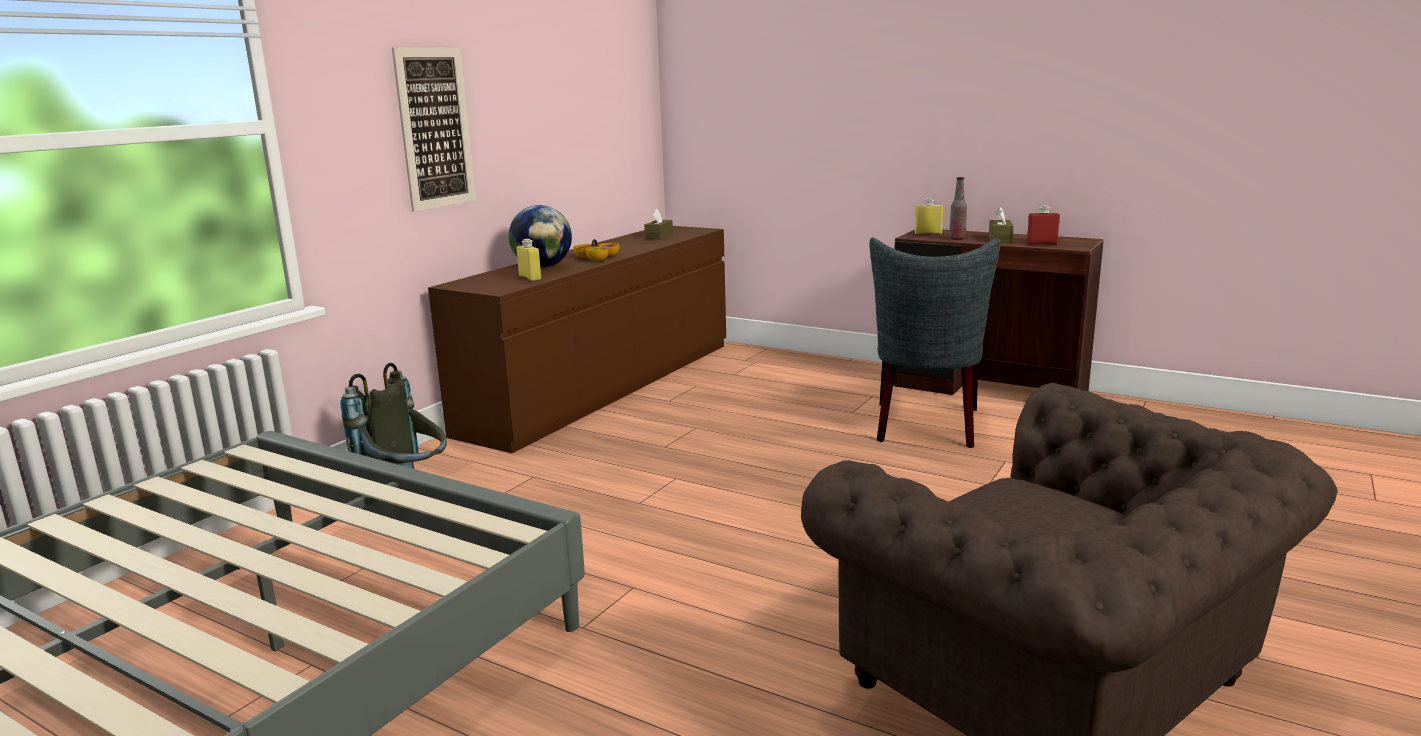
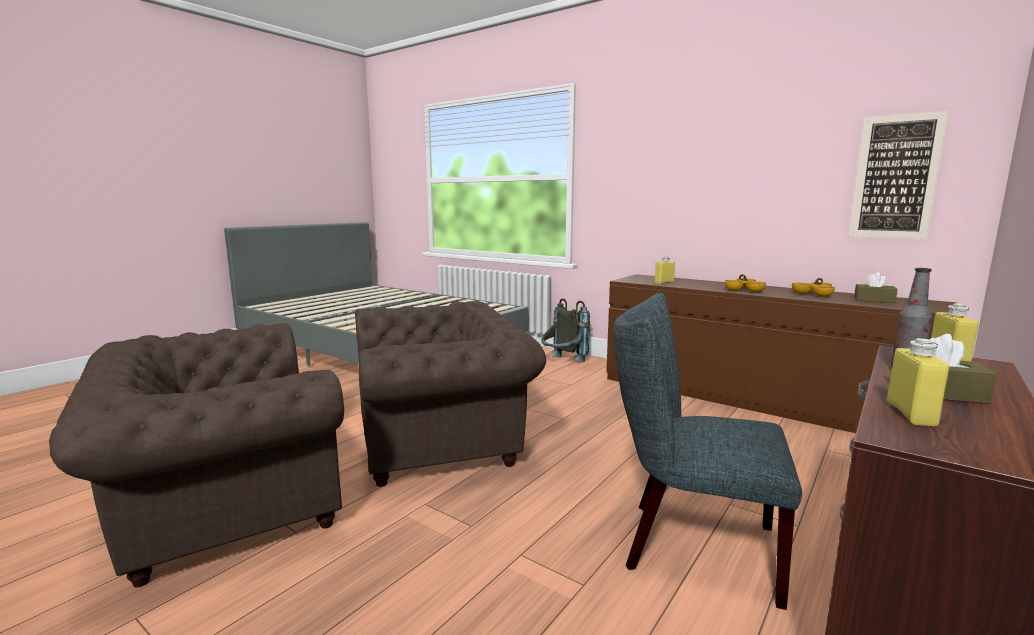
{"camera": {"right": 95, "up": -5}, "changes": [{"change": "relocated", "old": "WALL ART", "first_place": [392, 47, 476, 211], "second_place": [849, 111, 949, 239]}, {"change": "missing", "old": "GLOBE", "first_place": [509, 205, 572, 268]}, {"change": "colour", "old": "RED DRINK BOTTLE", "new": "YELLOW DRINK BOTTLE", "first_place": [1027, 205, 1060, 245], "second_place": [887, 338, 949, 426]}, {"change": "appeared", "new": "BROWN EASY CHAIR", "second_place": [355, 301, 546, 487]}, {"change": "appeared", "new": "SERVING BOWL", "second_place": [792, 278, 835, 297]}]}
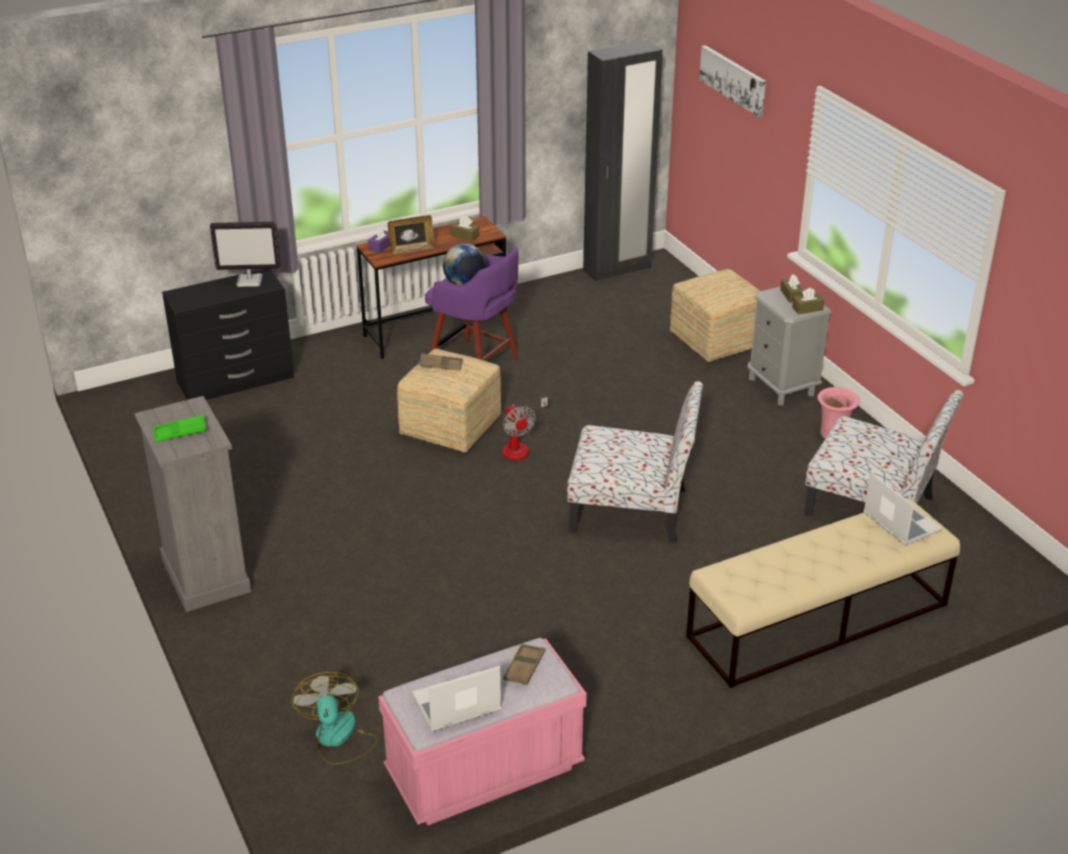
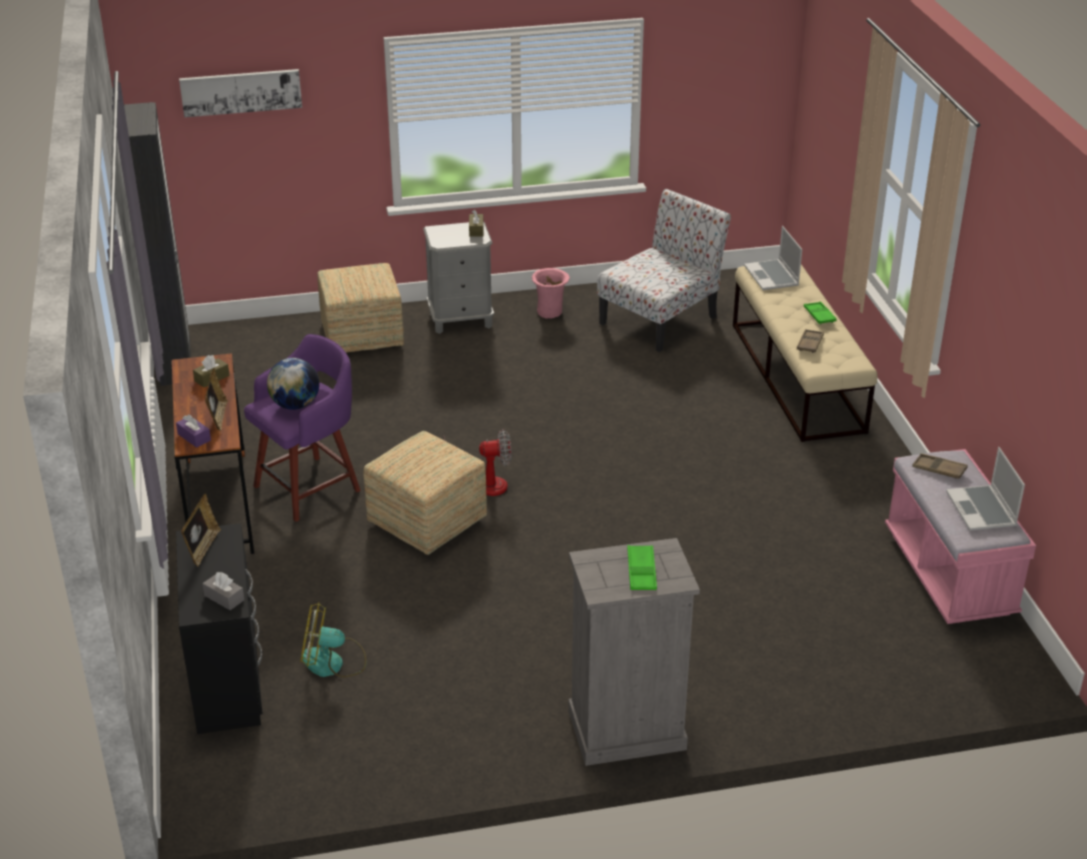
{"camera": {"right": -75, "up": 0}, "changes": [{"change": "exchanged", "old": "COMPUTER SCREEN", "new": "PICTURE FRAME", "first_place": [210, 222, 281, 287], "second_place": [181, 494, 221, 567]}, {"change": "relocated", "old": "COOLING FAN", "first_place": [291, 672, 378, 765], "second_place": [301, 602, 366, 677]}, {"change": "relocated", "old": "BROWN TRAY", "first_place": [419, 353, 463, 370], "second_place": [797, 329, 824, 353]}, {"change": "missing", "old": "CHAIR", "first_place": [567, 381, 703, 543]}, {"change": "missing", "old": "BROWN BOX OF TISSUES", "first_place": [780, 274, 804, 303]}, {"change": "spun", "old": "PORTABLE COMPUTER", "first_place": [864, 472, 942, 546], "second_place": [744, 226, 802, 290], "degrees": -90}, {"change": "appeared", "new": "GREY BOX OF TISSUES", "second_place": [202, 572, 244, 610]}, {"change": "appeared", "new": "GREEN-COLOURED TRAY", "second_place": [804, 301, 836, 324]}]}
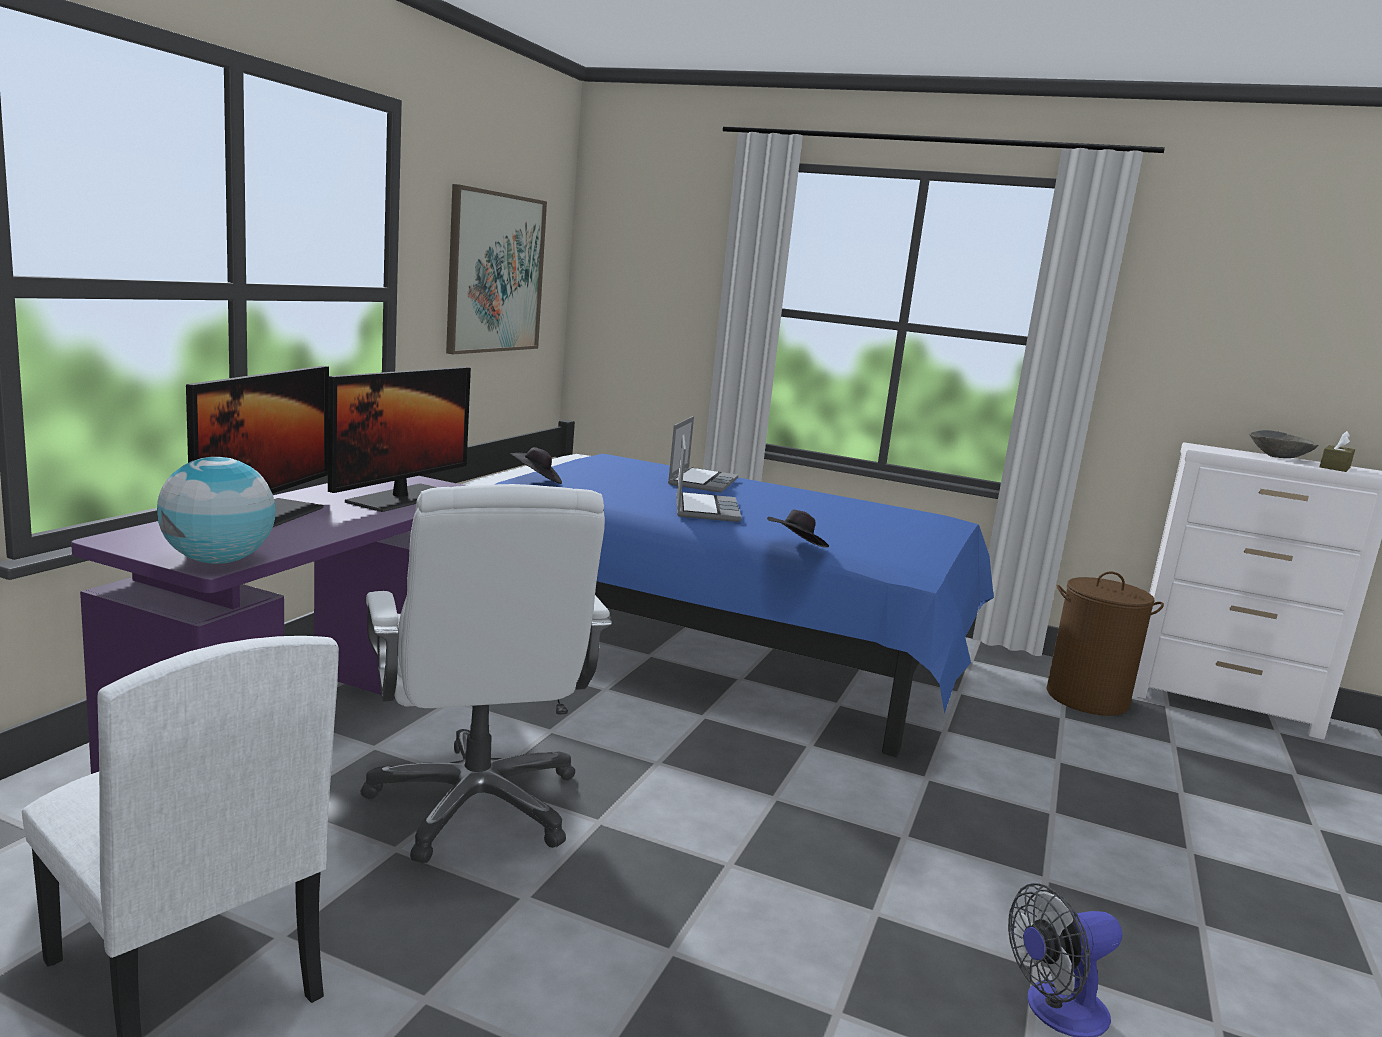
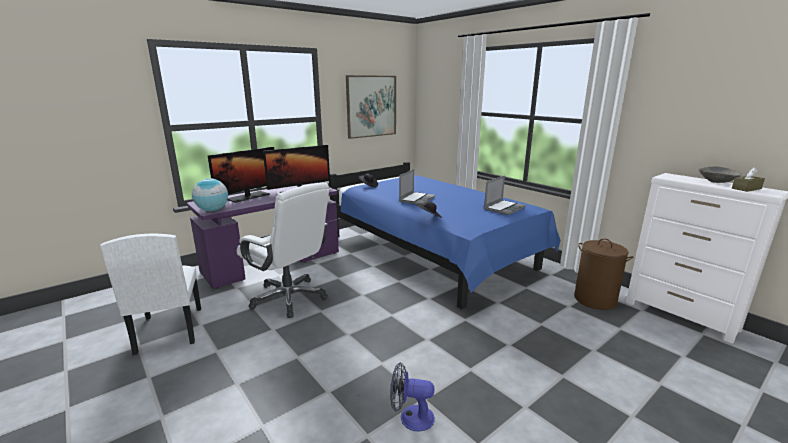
{"camera": {"right": 30, "up": 5}, "changes": [{"change": "spun", "old": "WHITISH OFFICE CHAIR", "first_place": [360, 484, 612, 863], "second_place": [237, 182, 329, 318], "degrees": -60}, {"change": "relocated", "old": "PORTABLE COMPUTER", "first_place": [668, 416, 738, 493], "second_place": [484, 176, 526, 215]}]}
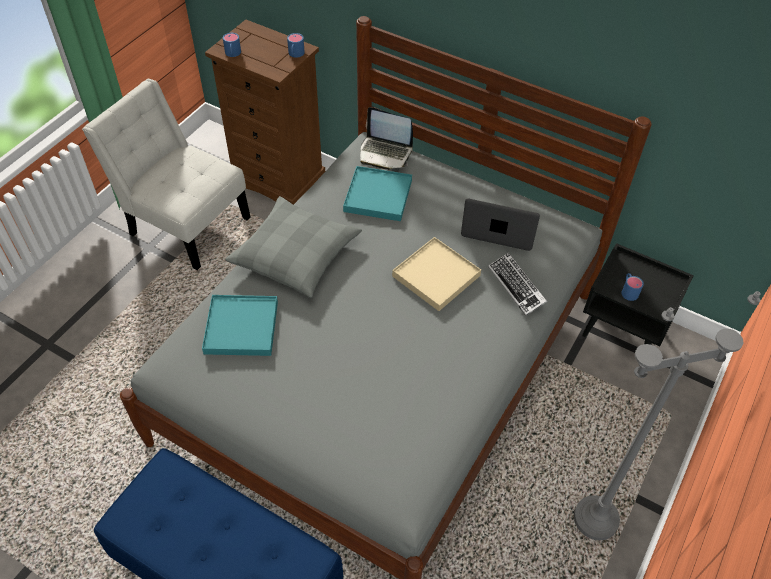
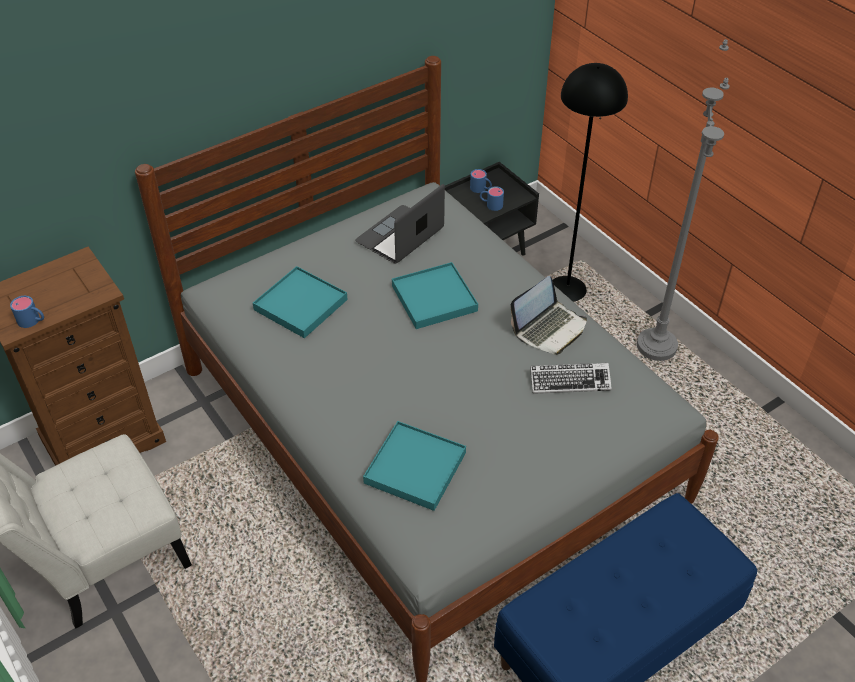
{"camera": {"right": -65, "up": -5}, "changes": [{"change": "missing", "old": "GREY PILLOW", "first_place": [225, 196, 362, 298]}, {"change": "relocated", "old": "BLUISH MUG", "first_place": [287, 33, 305, 58], "second_place": [470, 169, 492, 193]}, {"change": "relocated", "old": "PORTABLE COMPUTER", "first_place": [360, 107, 413, 170], "second_place": [510, 276, 587, 355]}, {"change": "colour", "old": "BEIGE TRAY", "new": "TURQUOISE TRAY", "first_place": [392, 237, 481, 311], "second_place": [392, 262, 478, 329]}, {"change": "relocated", "old": "COMPUTER KEYBOARD", "first_place": [488, 252, 547, 316], "second_place": [530, 363, 612, 394]}, {"change": "appeared", "new": "BLACK-COLOURED STANDING LAMP", "second_place": [553, 63, 628, 302]}]}
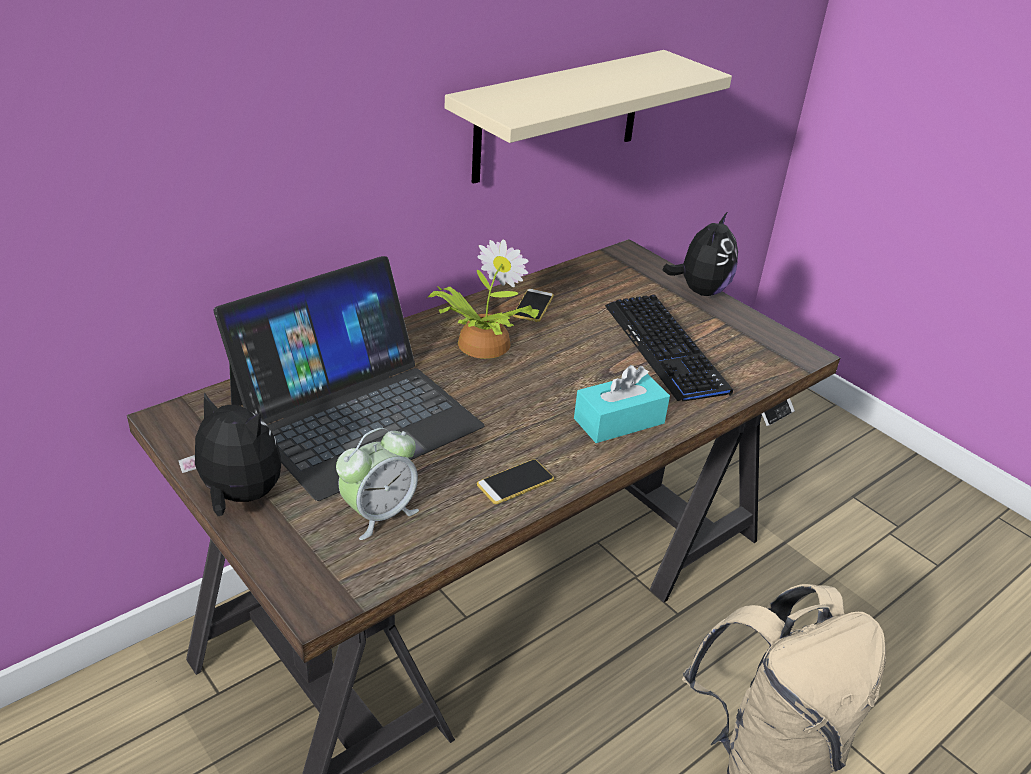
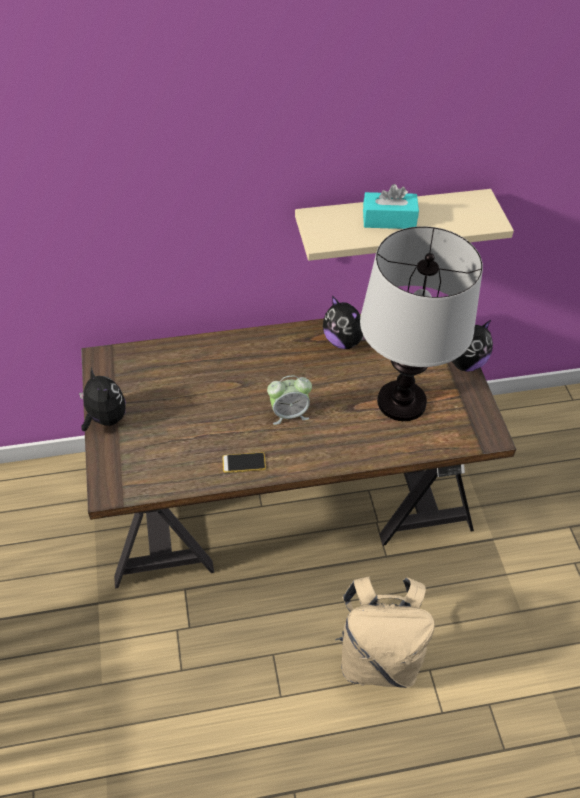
{"camera": {"right": 30, "up": 15}, "changes": [{"change": "missing", "old": "PORTABLE COMPUTER", "first_place": [214, 256, 485, 501]}, {"change": "relocated", "old": "TABLE CLOCK", "first_place": [336, 428, 419, 540], "second_place": [267, 375, 312, 425]}, {"change": "missing", "old": "HOUSEPLANT", "first_place": [428, 240, 539, 359]}, {"change": "exchanged", "old": "PHONE", "new": "SOFT TOY", "first_place": [513, 289, 554, 322], "second_place": [323, 296, 366, 349]}, {"change": "relocated", "old": "TURQUOISE BOX OF TISSUES", "first_place": [574, 365, 670, 443], "second_place": [363, 184, 419, 229]}, {"change": "exchanged", "old": "COMPUTER KEYBOARD", "new": "TABLETOP LAMP", "first_place": [605, 295, 733, 401], "second_place": [360, 226, 483, 421]}]}
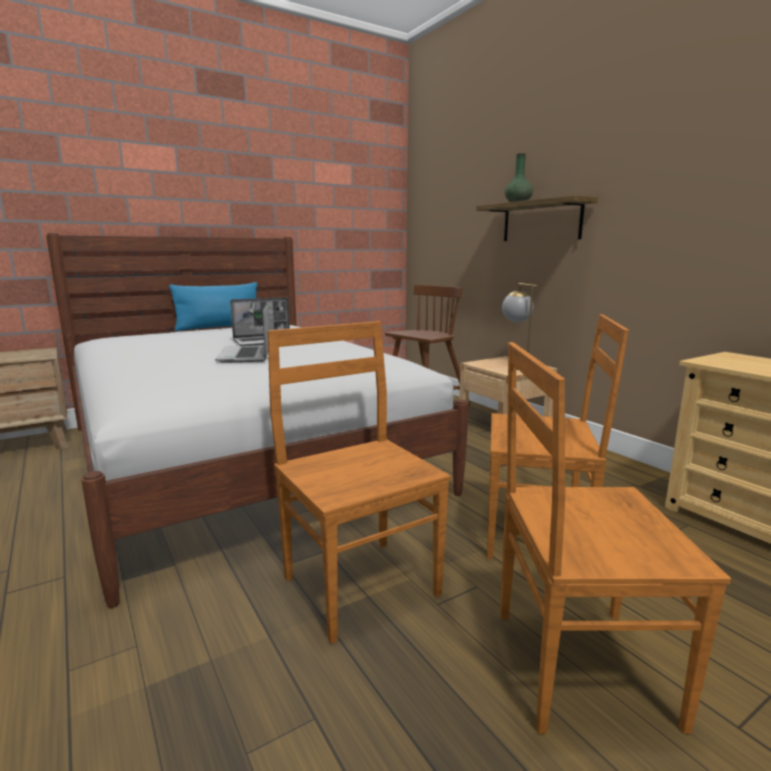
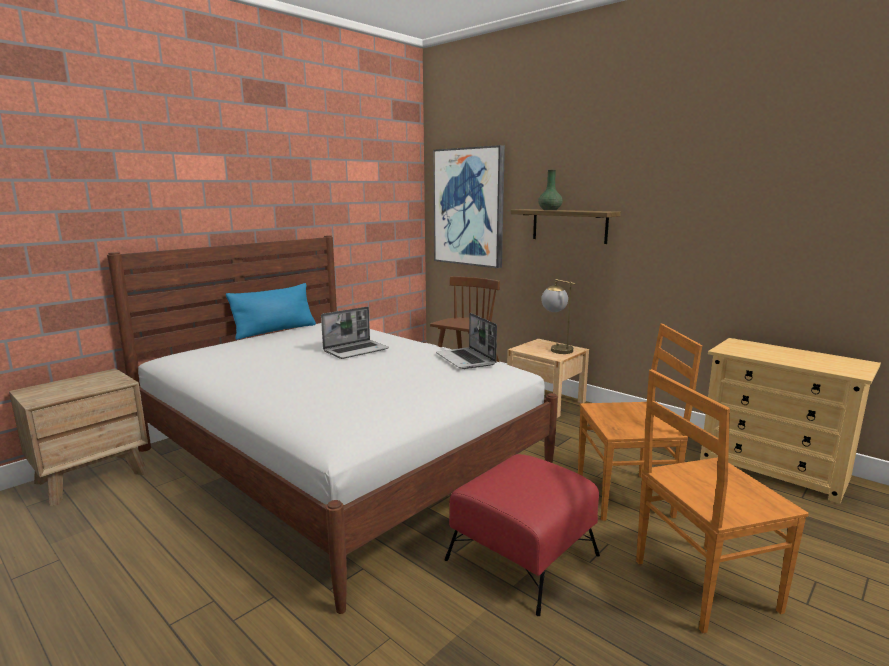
{"camera": {"right": -15, "up": 0}, "changes": [{"change": "relocated", "old": "PORTABLE COMPUTER", "first_place": [215, 304, 269, 363], "second_place": [436, 313, 497, 369]}, {"change": "exchanged", "old": "BROWN CHAIR", "new": "RED POUFFE", "first_place": [267, 321, 451, 644], "second_place": [444, 454, 600, 616]}, {"change": "appeared", "new": "WALL ART", "second_place": [433, 145, 505, 268]}]}
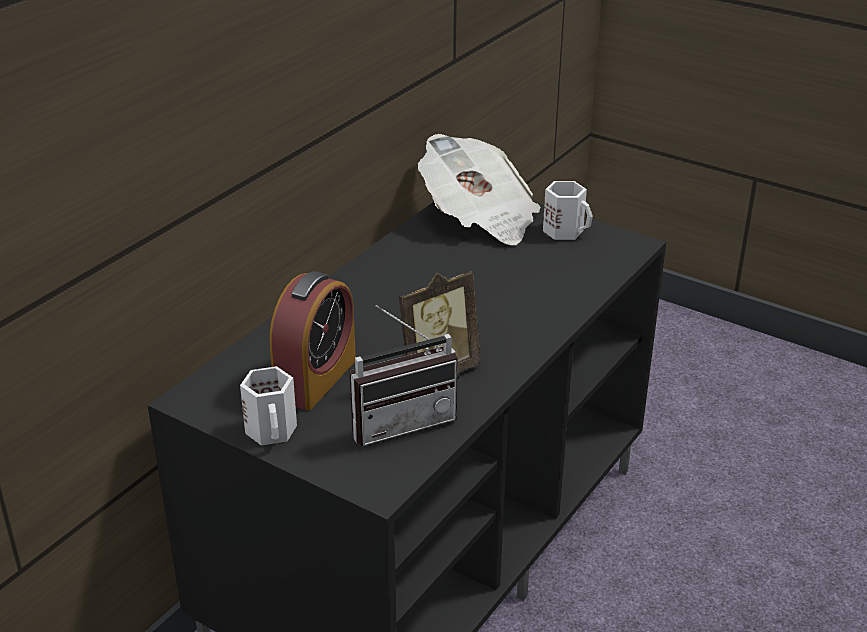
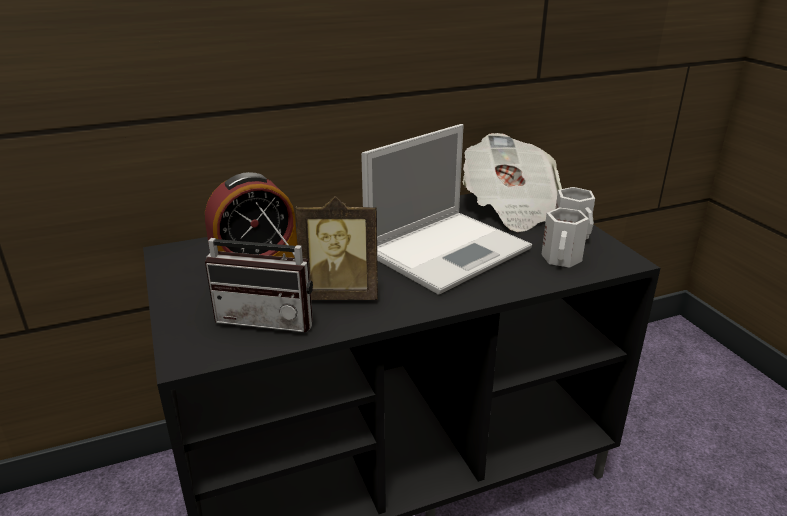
{"camera": {"right": 35, "up": -5}, "changes": [{"change": "relocated", "old": "WHITISH MUG", "first_place": [240, 366, 297, 446], "second_place": [541, 207, 589, 268]}, {"change": "appeared", "new": "PORTABLE COMPUTER", "second_place": [361, 124, 532, 295]}]}
